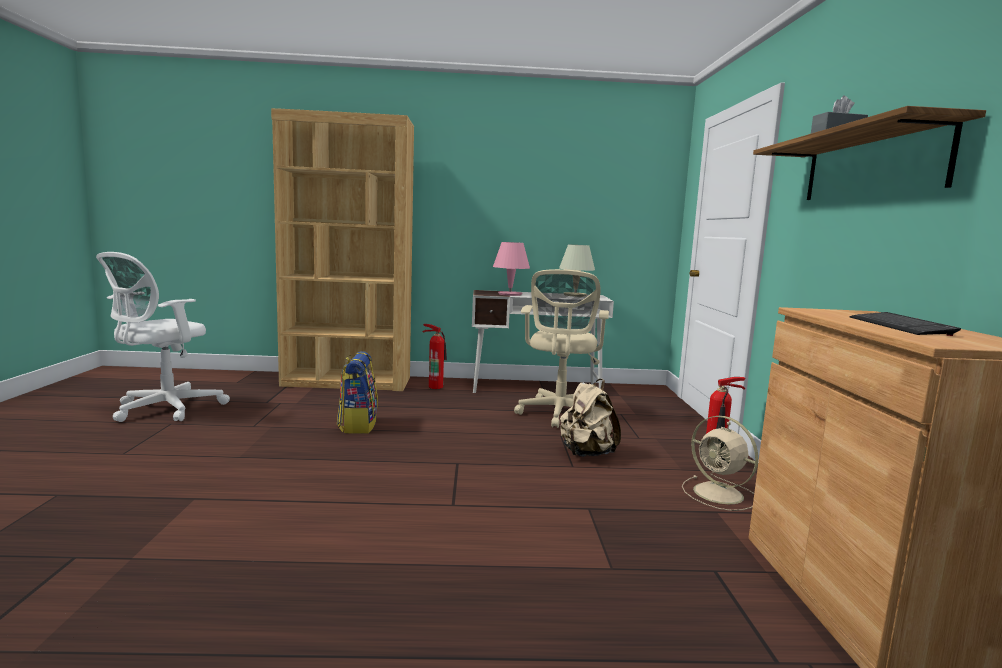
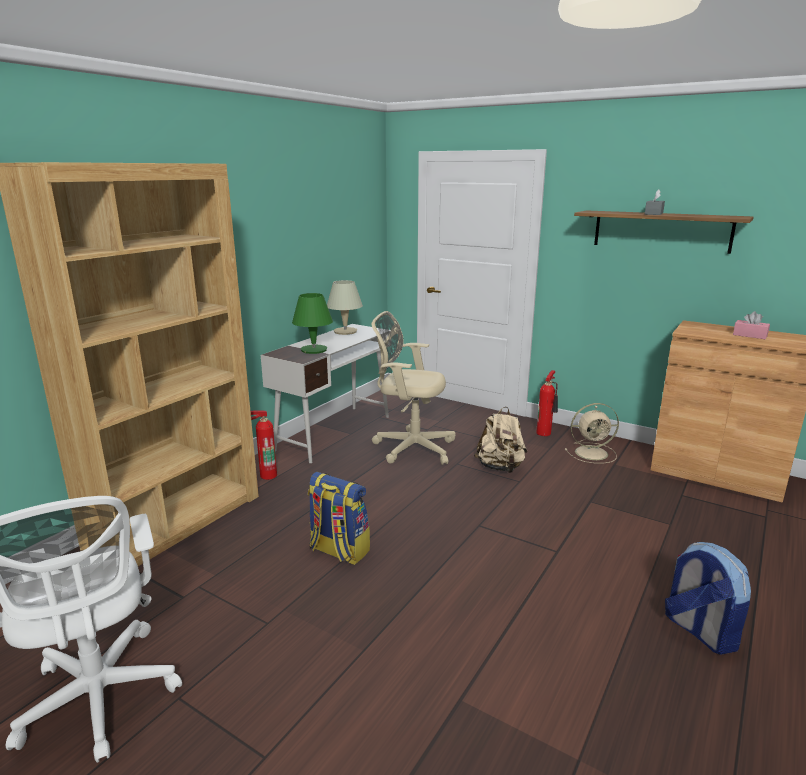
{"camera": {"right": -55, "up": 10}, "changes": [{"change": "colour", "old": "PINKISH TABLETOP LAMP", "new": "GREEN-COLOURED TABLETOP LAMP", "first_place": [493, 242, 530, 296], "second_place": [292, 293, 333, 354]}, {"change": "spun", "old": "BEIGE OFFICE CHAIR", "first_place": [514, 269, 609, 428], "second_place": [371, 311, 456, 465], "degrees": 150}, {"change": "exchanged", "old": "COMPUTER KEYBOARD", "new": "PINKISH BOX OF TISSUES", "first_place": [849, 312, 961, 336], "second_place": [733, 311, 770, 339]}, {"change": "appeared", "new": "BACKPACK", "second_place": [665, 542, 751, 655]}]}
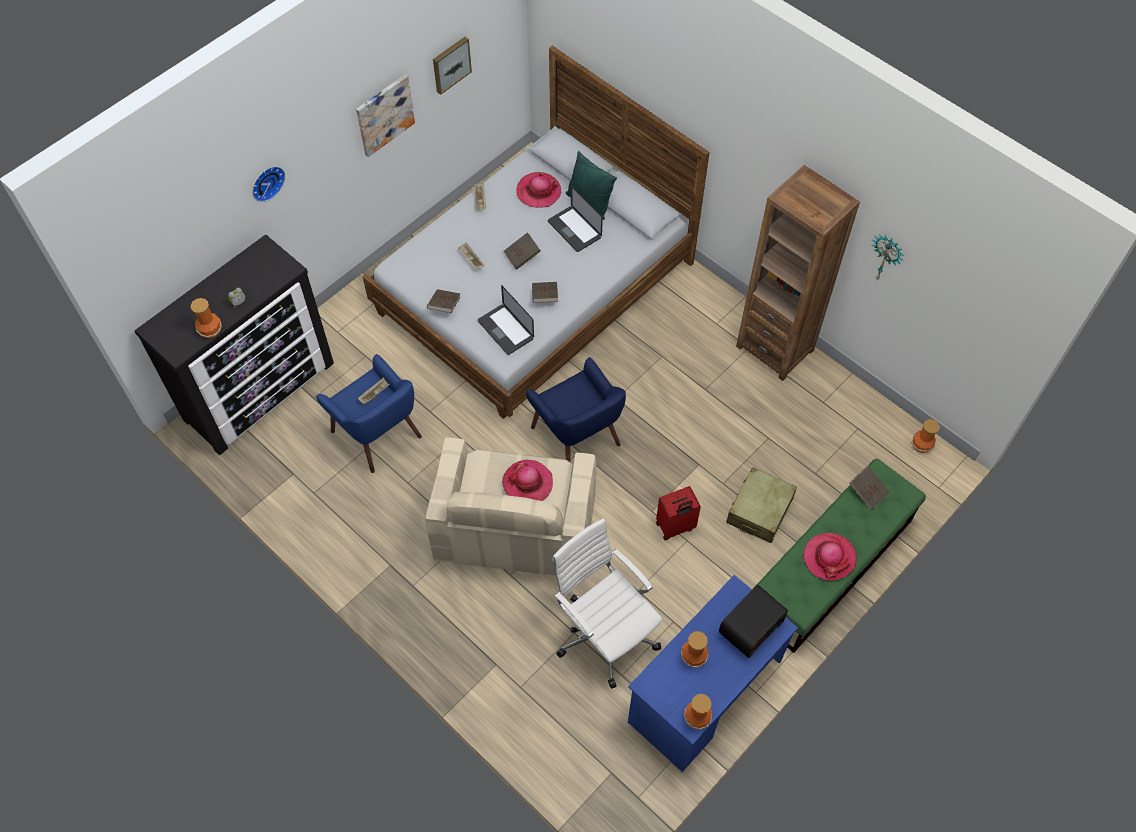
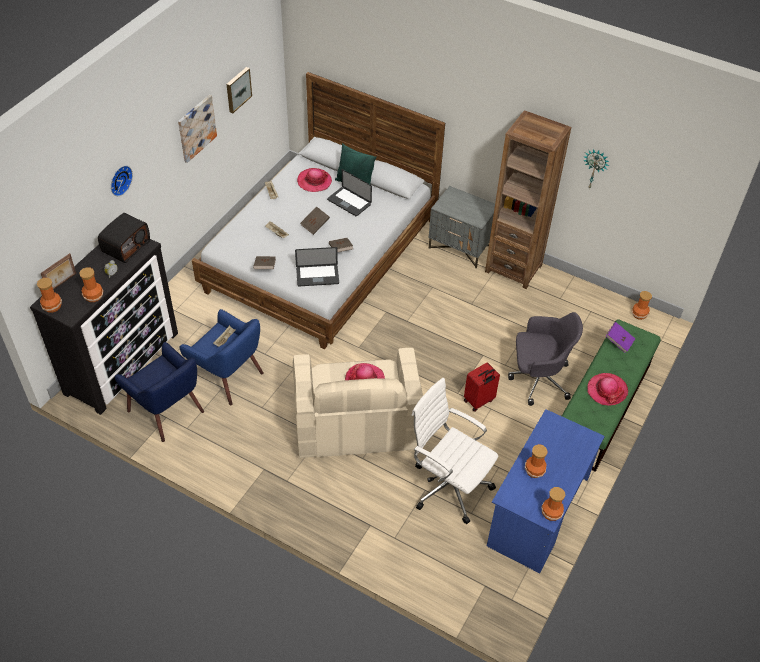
{"camera": {"right": -15, "up": -10}, "changes": [{"change": "spun", "old": "PORTABLE COMPUTER", "first_place": [478, 285, 534, 355], "second_place": [295, 247, 339, 286], "degrees": -45}, {"change": "relocated", "old": "BLUISH EASY CHAIR", "first_place": [526, 357, 626, 463], "second_place": [115, 342, 204, 442]}, {"change": "relocated", "old": "RADIO", "first_place": [719, 585, 788, 658], "second_place": [98, 213, 150, 263]}, {"change": "exchanged", "old": "BEIGE TRAVEL CASE", "new": "GREY OFFICE CHAIR", "first_place": [726, 467, 797, 543], "second_place": [508, 312, 583, 406]}, {"change": "colour", "old": "BROWN BOUND BOOK", "new": "PURPLE-COLOURED BOUND BOOK", "first_place": [849, 466, 890, 510], "second_place": [606, 322, 635, 353]}, {"change": "appeared", "new": "FLOWER VASE", "second_place": [37, 278, 62, 313]}, {"change": "appeared", "new": "PICTURE FRAME", "second_place": [41, 253, 76, 290]}, {"change": "appeared", "new": "GREY NIGHTSTAND", "second_place": [429, 186, 495, 268]}]}
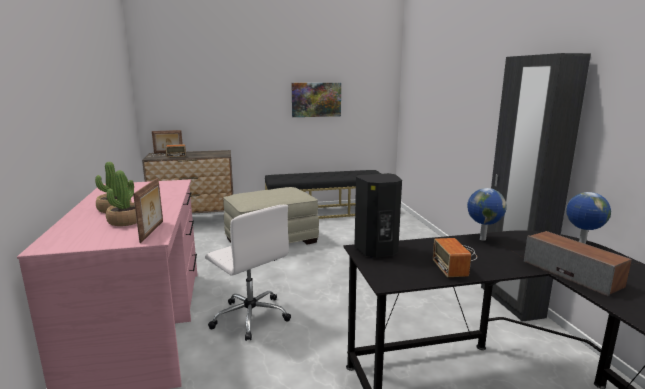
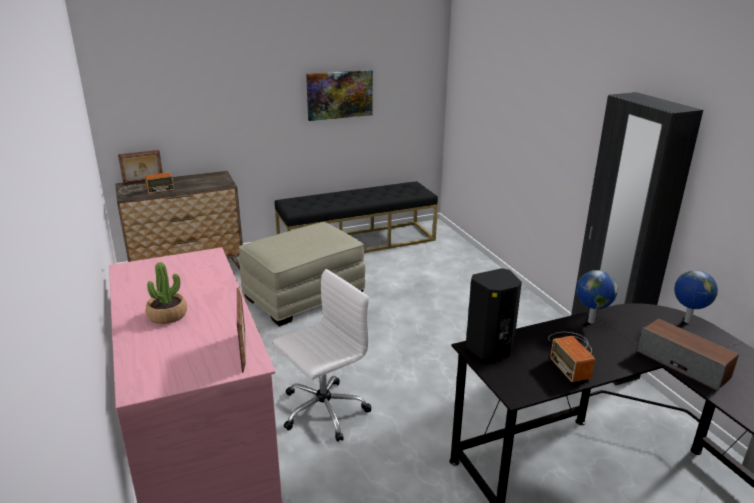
{"camera": {"right": -10, "up": 10}, "changes": [{"change": "missing", "old": "HOUSEPLANT", "first_place": [106, 170, 137, 226]}, {"change": "spun", "old": "WHITISH OFFICE CHAIR", "first_place": [205, 205, 291, 341], "second_place": [273, 269, 371, 442], "degrees": -75}]}
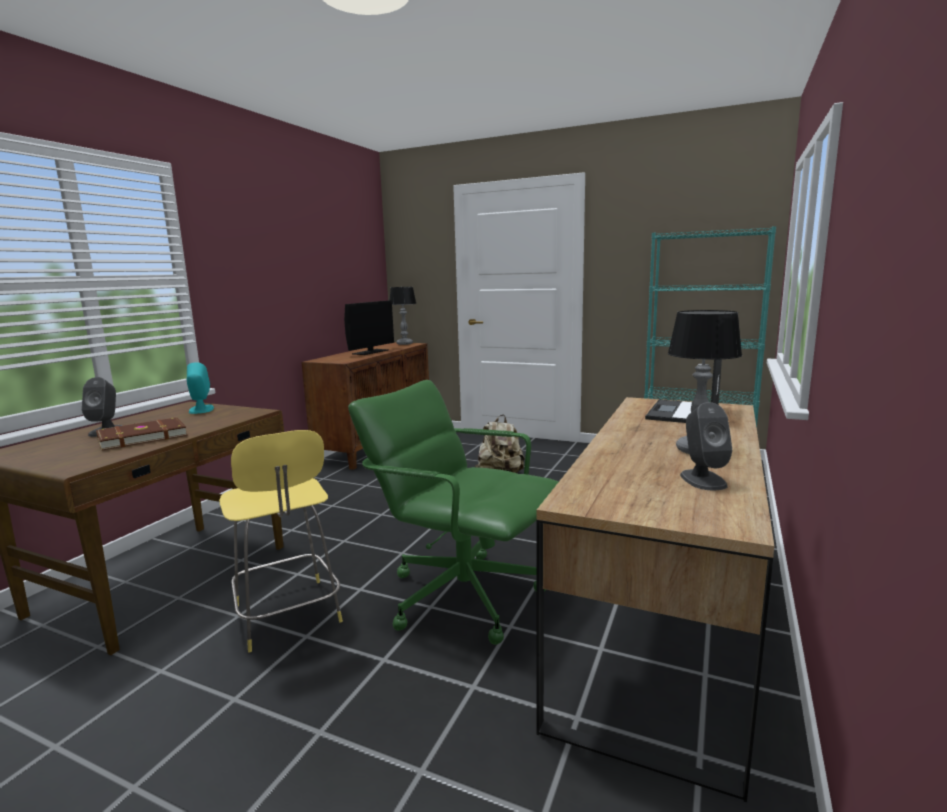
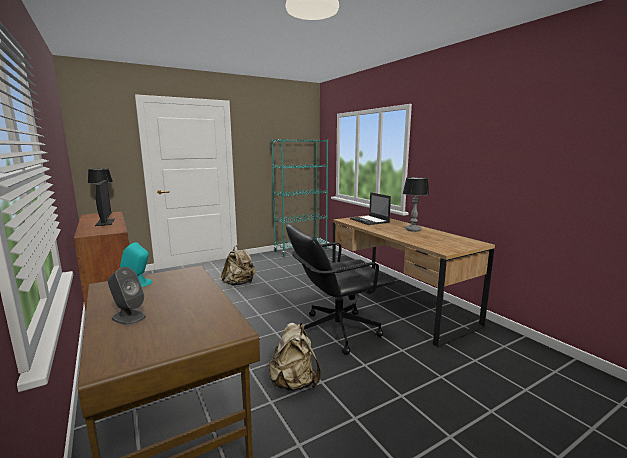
{"camera": {"right": -55, "up": 0}, "changes": [{"change": "missing", "old": "BROWN BOUND BOOK", "first_place": [96, 418, 188, 451]}, {"change": "exchanged", "old": "YELLOW STOOL", "new": "BEIGE BACKPACK", "first_place": [219, 430, 343, 652], "second_place": [268, 323, 321, 391]}, {"change": "colour", "old": "GREEN-COLOURED OFFICE CHAIR", "new": "BLACK-COLOURED OFFICE CHAIR", "first_place": [348, 380, 558, 645], "second_place": [286, 224, 395, 355]}, {"change": "missing", "old": "GREY LOUDSPEAKER", "first_place": [680, 402, 732, 490]}]}
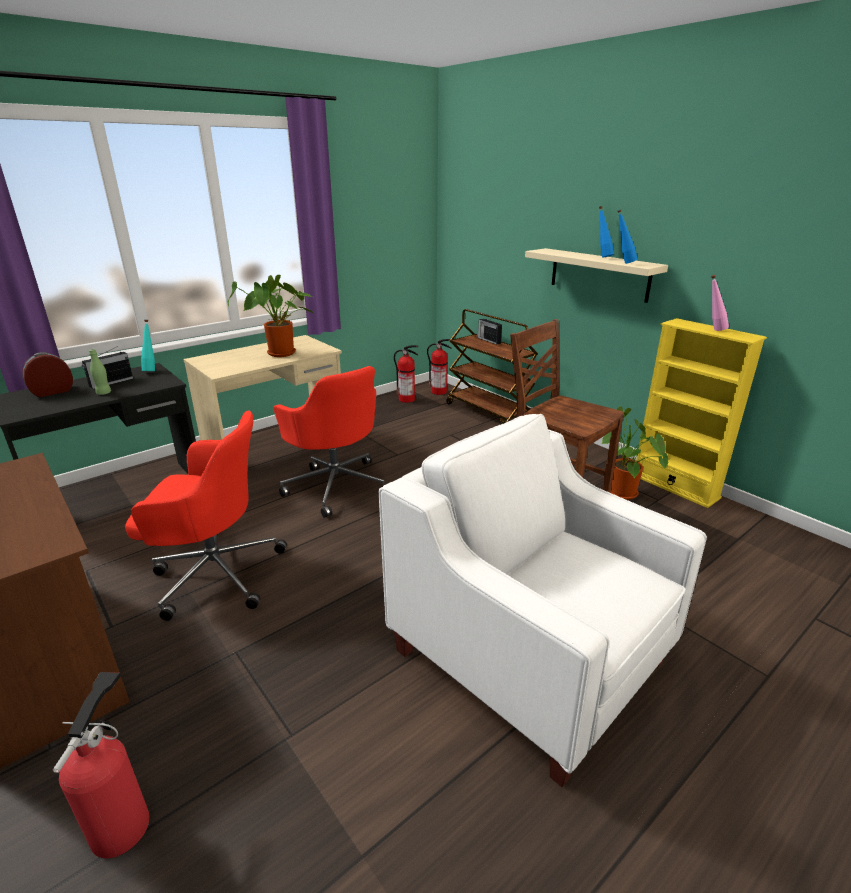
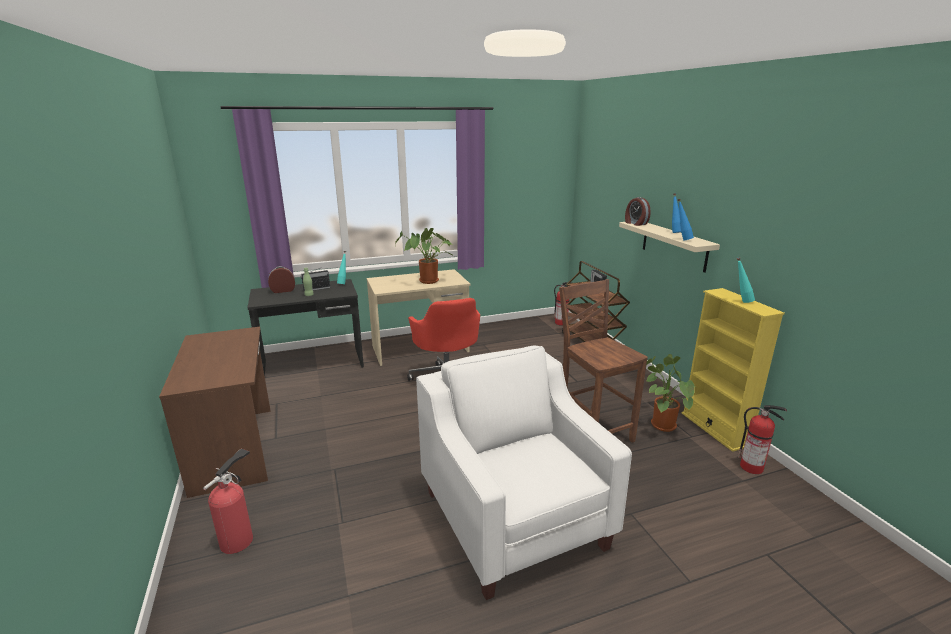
{"camera": {"right": 20, "up": -5}, "changes": [{"change": "missing", "old": "RED OFFICE CHAIR", "first_place": [125, 411, 287, 621]}, {"change": "relocated", "old": "FIRE EXTINGUISHER", "first_place": [394, 345, 418, 403], "second_place": [738, 405, 787, 474]}, {"change": "colour", "old": "PINKISH DRINK BOTTLE", "new": "TURQUOISE DRINK BOTTLE", "first_place": [711, 275, 729, 331], "second_place": [737, 257, 755, 303]}, {"change": "appeared", "new": "TABLE CLOCK", "second_place": [625, 197, 651, 226]}]}
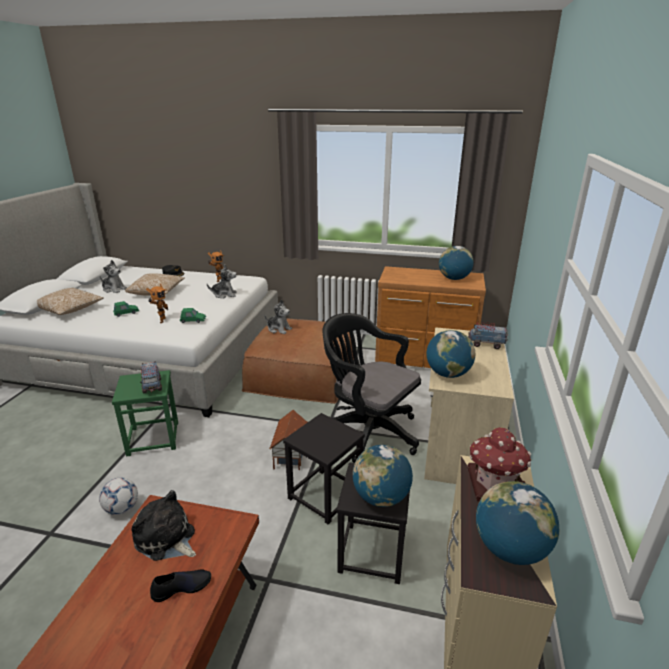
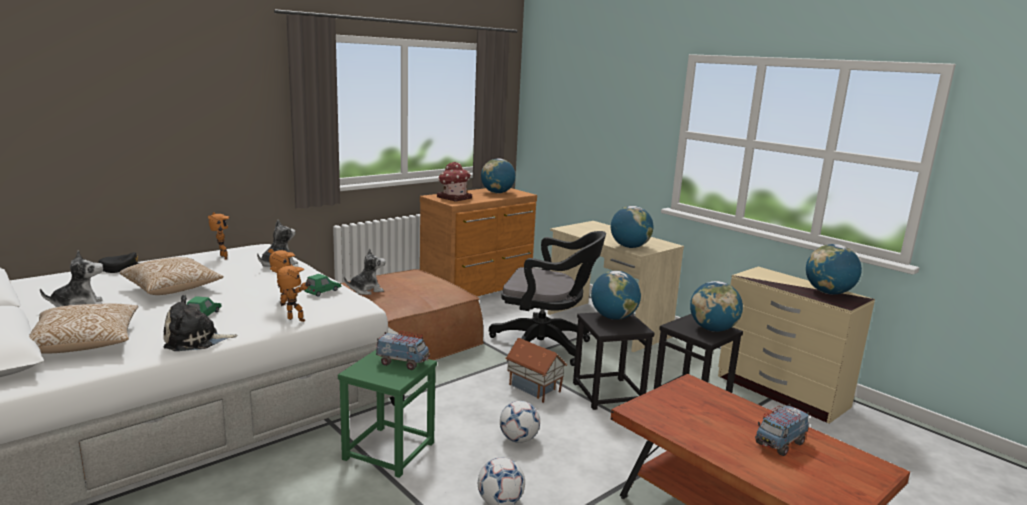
{"camera": {"right": -55, "up": -10}, "changes": [{"change": "relocated", "old": "SOFT TOY", "first_place": [131, 490, 196, 561], "second_place": [163, 295, 238, 351]}, {"change": "missing", "old": "BLACK-COLOURED LOW SHOE", "first_place": [150, 569, 211, 602]}, {"change": "spun", "old": "BLACK-COLOURED OFFICE CHAIR", "first_place": [322, 313, 421, 463], "second_place": [489, 231, 606, 366], "degrees": -150}, {"change": "relocated", "old": "MINIATURE HOUSE", "first_place": [467, 427, 531, 502], "second_place": [437, 162, 472, 202]}, {"change": "relocated", "old": "TOY TRUCK", "first_place": [468, 322, 508, 349], "second_place": [755, 404, 809, 456]}, {"change": "appeared", "new": "ROBOT FIGURE", "second_place": [270, 266, 312, 322]}, {"change": "appeared", "new": "BALL FOR FOOTBALL", "second_place": [500, 401, 540, 443]}, {"change": "appeared", "new": "GLOBE", "second_place": [591, 270, 641, 320]}]}
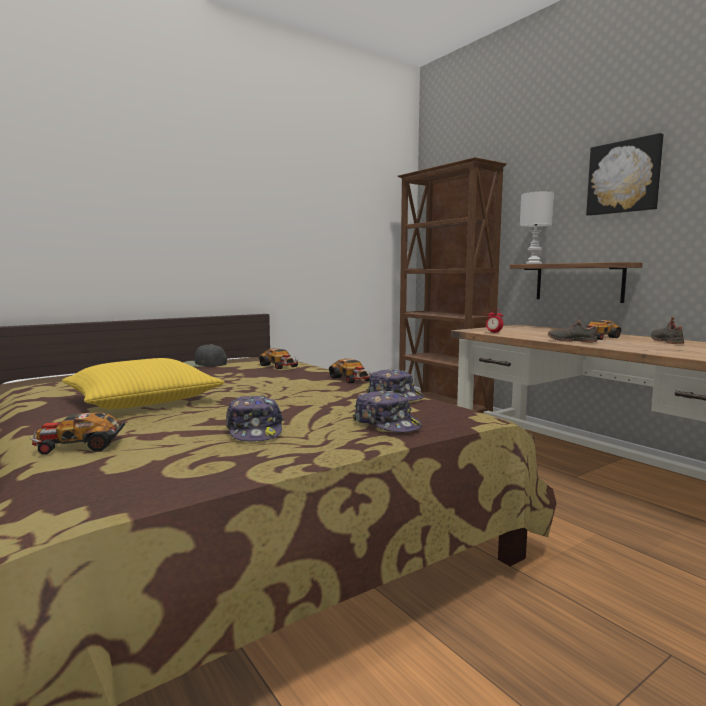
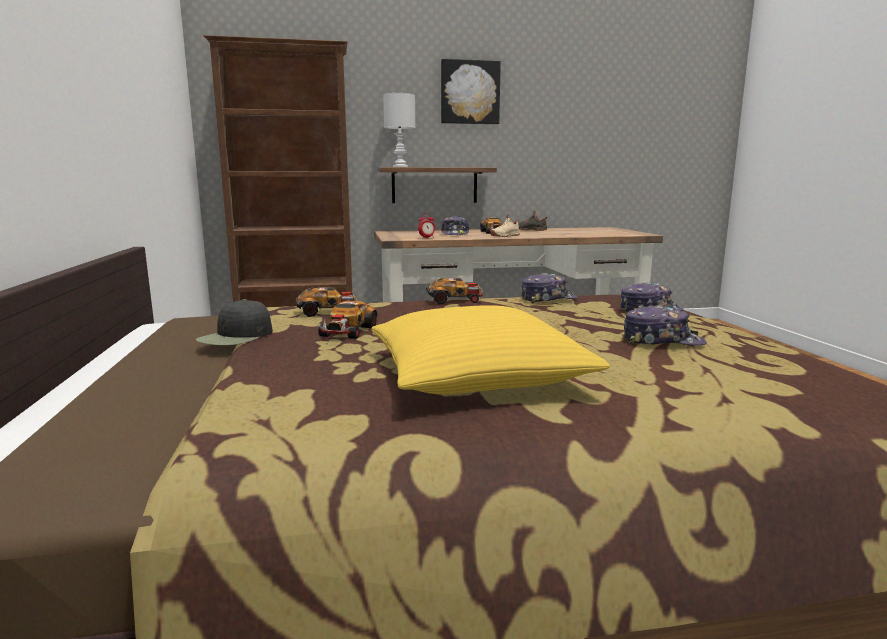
{"camera": {"right": -65, "up": 5}, "changes": [{"change": "relocated", "old": "TOY CAR", "first_place": [30, 412, 125, 454], "second_place": [317, 300, 377, 339]}, {"change": "colour", "old": "BLACK-COLOURED LOW SHOE", "new": "BEIGE LOW SHOE", "first_place": [548, 316, 599, 343], "second_place": [490, 214, 520, 237]}, {"change": "appeared", "new": "PEAKED CAP", "second_place": [441, 216, 470, 235]}]}
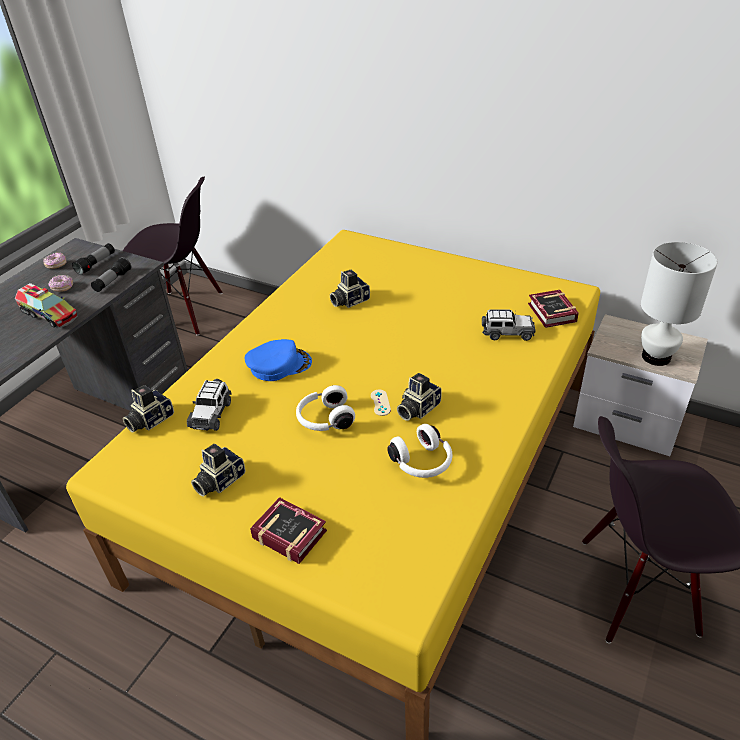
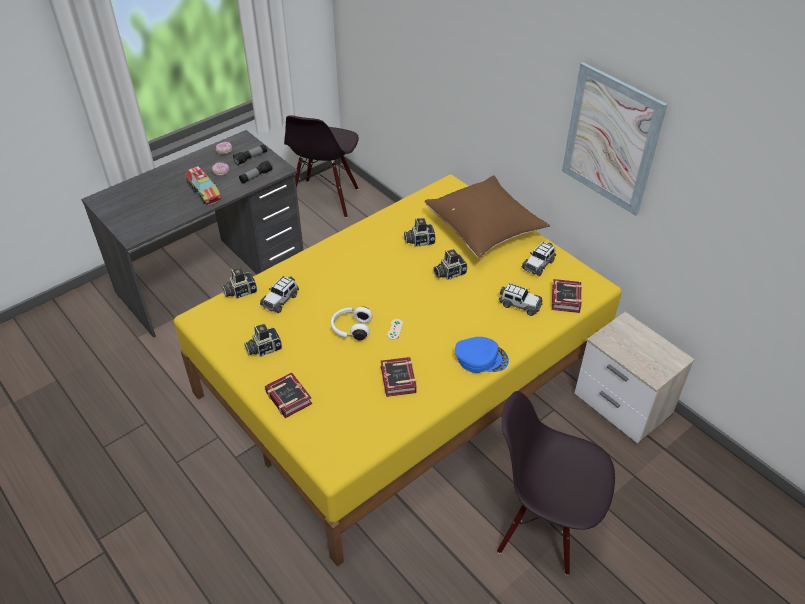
{"camera": {"right": 20, "up": 5}, "changes": [{"change": "spun", "old": "BLACK-COLOURED CHAIR", "first_place": [123, 176, 222, 335], "second_place": [284, 115, 359, 218], "degrees": 75}, {"change": "relocated", "old": "BLUISH PEAKED CAP", "first_place": [245, 339, 312, 381], "second_place": [455, 337, 509, 373]}, {"change": "exchanged", "old": "WHITISH HEADPHONES", "new": "BOUND BOOK", "first_place": [387, 424, 452, 478], "second_place": [381, 357, 417, 397]}, {"change": "relocated", "old": "PHOTO CAMERA", "first_place": [397, 373, 442, 421], "second_place": [433, 249, 467, 280]}, {"change": "missing", "old": "WHITISH TABLETOP LAMP", "first_place": [641, 242, 718, 366]}, {"change": "appeared", "new": "BROWN PILLOW", "second_place": [425, 175, 550, 259]}, {"change": "appeared", "new": "TOY CAR", "second_place": [522, 241, 556, 276]}, {"change": "appeared", "new": "WALL ART", "second_place": [562, 62, 668, 216]}]}
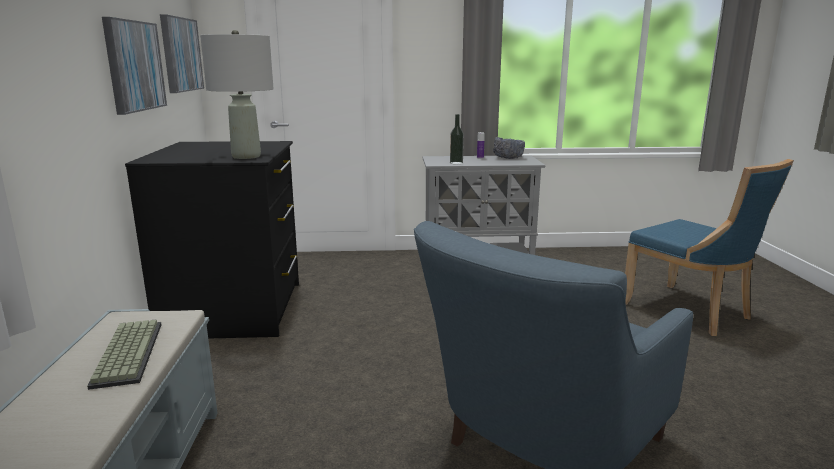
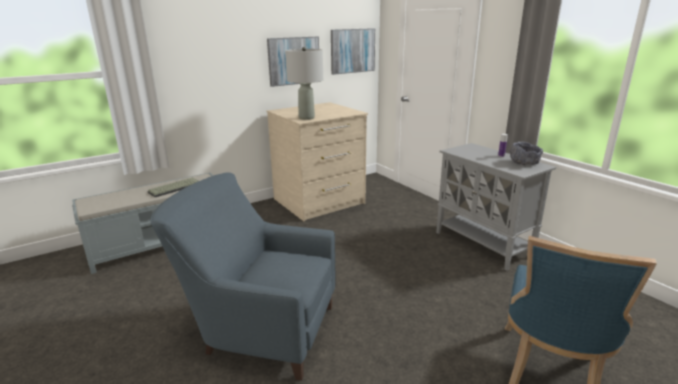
{"camera": {"right": 60, "up": 5}, "changes": [{"change": "colour", "old": "BLACK-COLOURED DRESSER", "new": "BEIGE DRESSER", "first_place": [125, 141, 299, 339], "second_place": [266, 102, 368, 221]}, {"change": "missing", "old": "DRINK BOTTLE", "first_place": [450, 114, 464, 164]}]}
